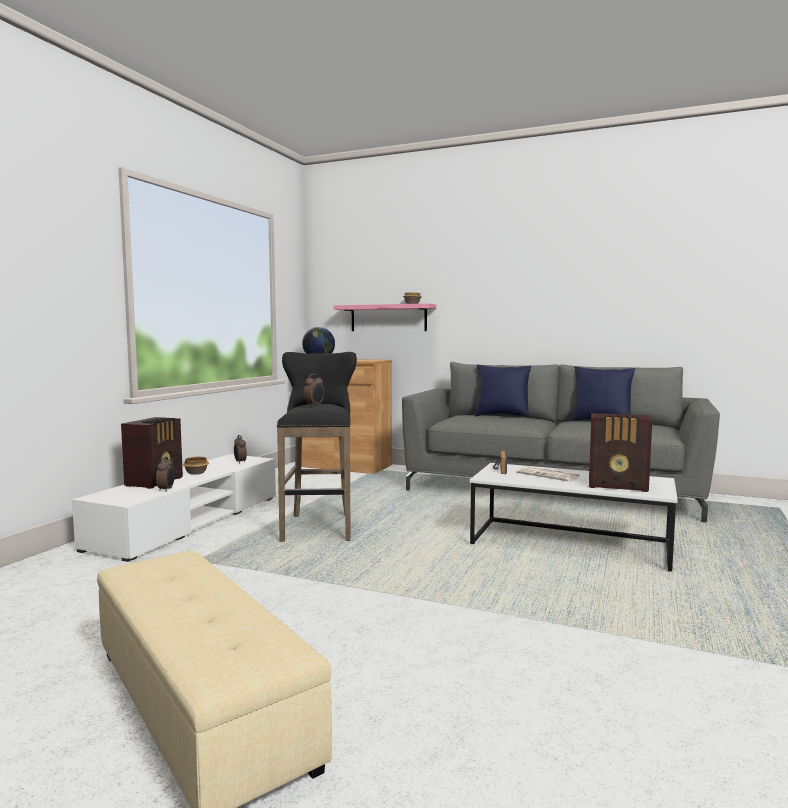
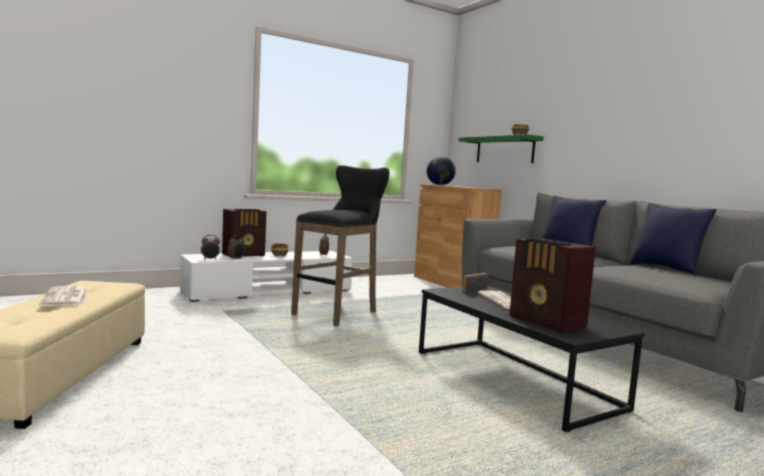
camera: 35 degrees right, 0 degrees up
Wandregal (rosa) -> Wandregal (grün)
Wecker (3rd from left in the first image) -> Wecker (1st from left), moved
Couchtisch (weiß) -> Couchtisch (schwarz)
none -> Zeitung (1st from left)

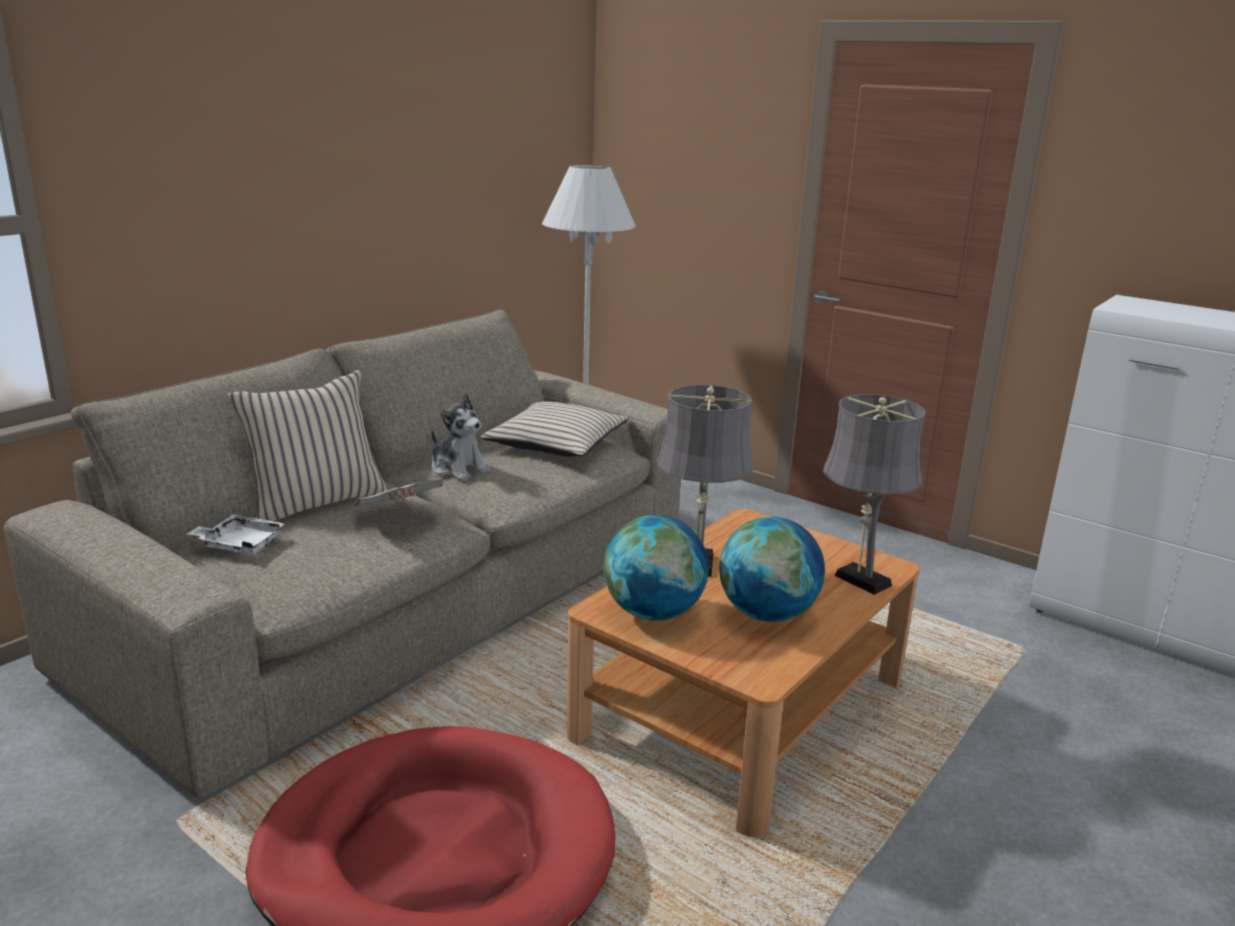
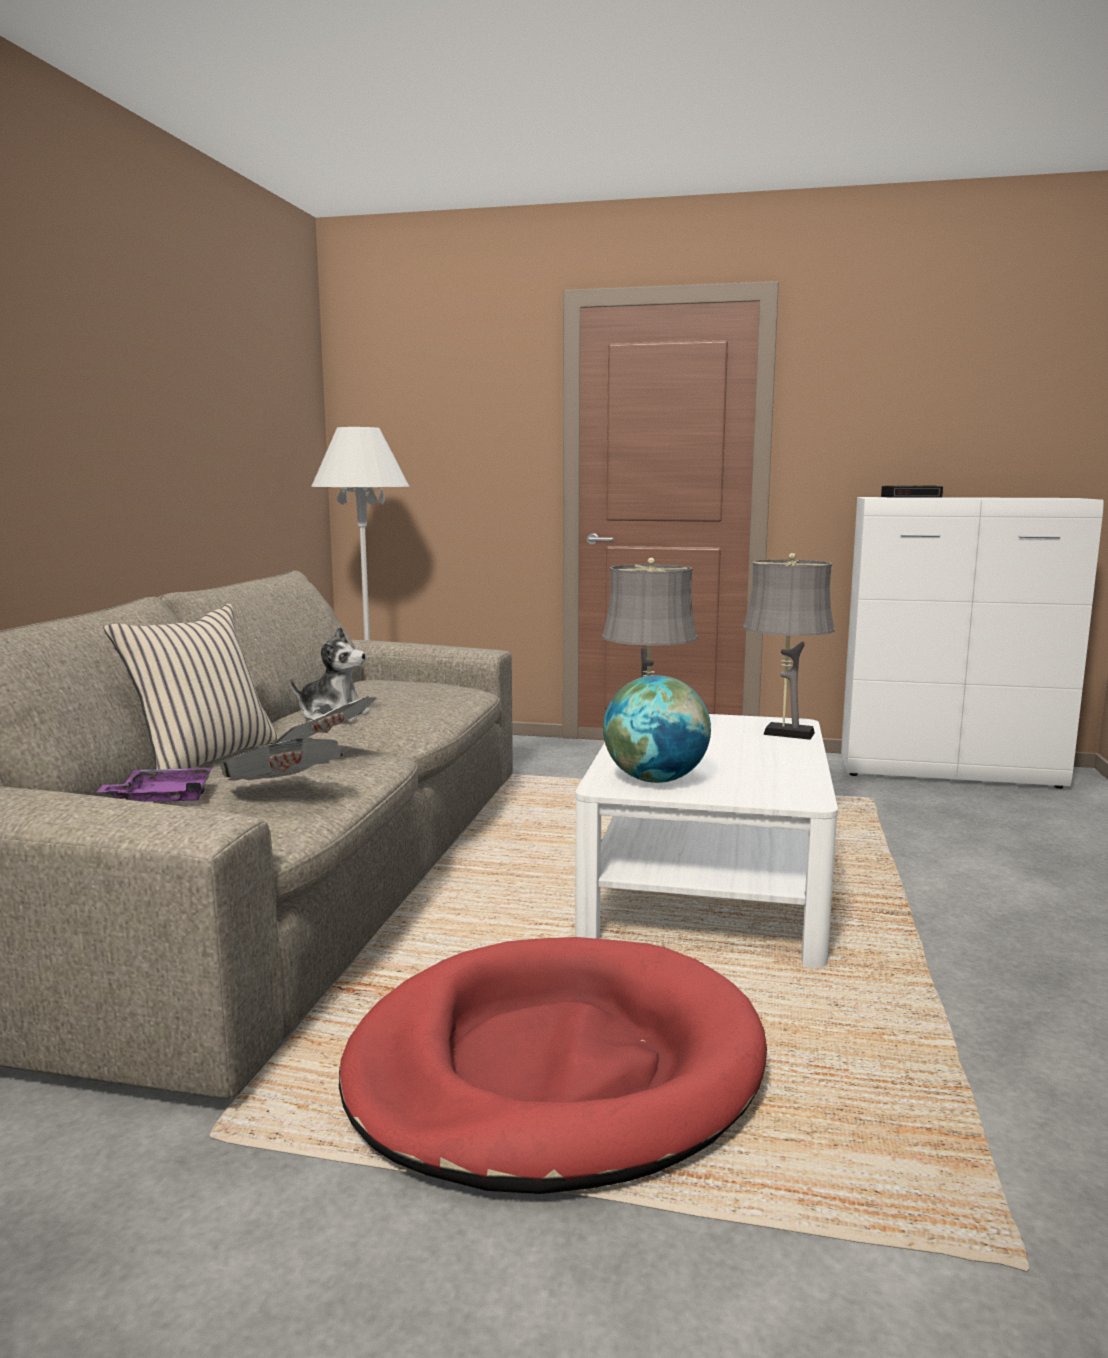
camera: 25 degrees left, 10 degrees down
Kissen (beige) (2nd from left) -> none
Couchtisch (braun) -> Couchtisch (weiß)
Tablett (weiß) -> Tablett (lila)
Globus (2nd from left) -> none
none -> Wecker
none -> Zeitung (1st from left)

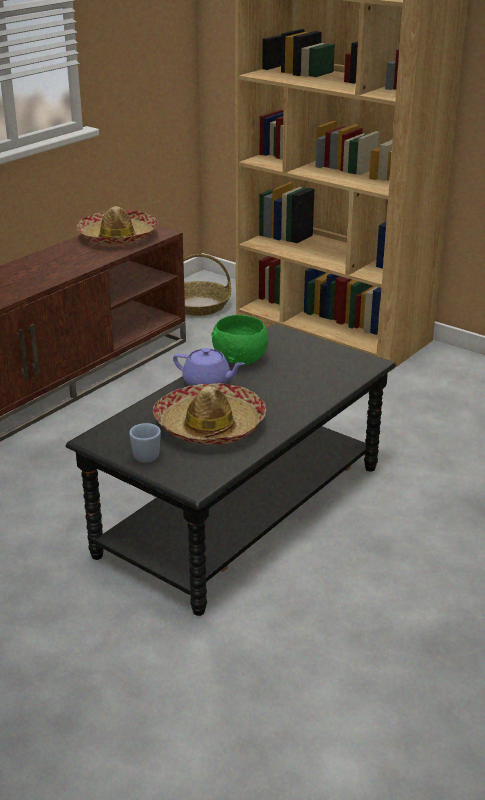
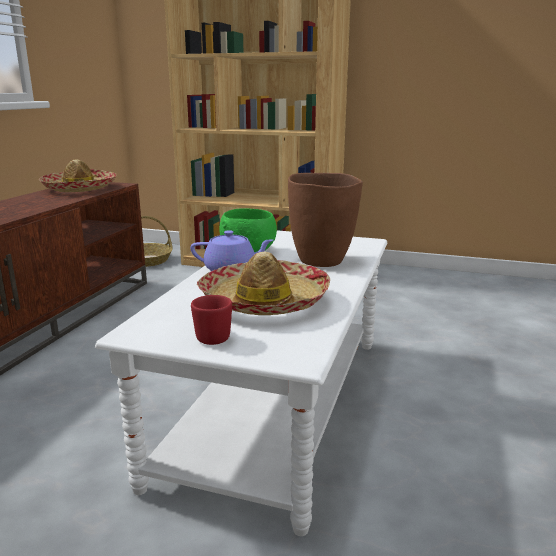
camera: 20 degrees left, 10 degrees down
Couchtisch (schwarz) -> Couchtisch (weiß)
Henkelbecher (blau) -> Henkelbecher (rot)
none -> Vase (braun)

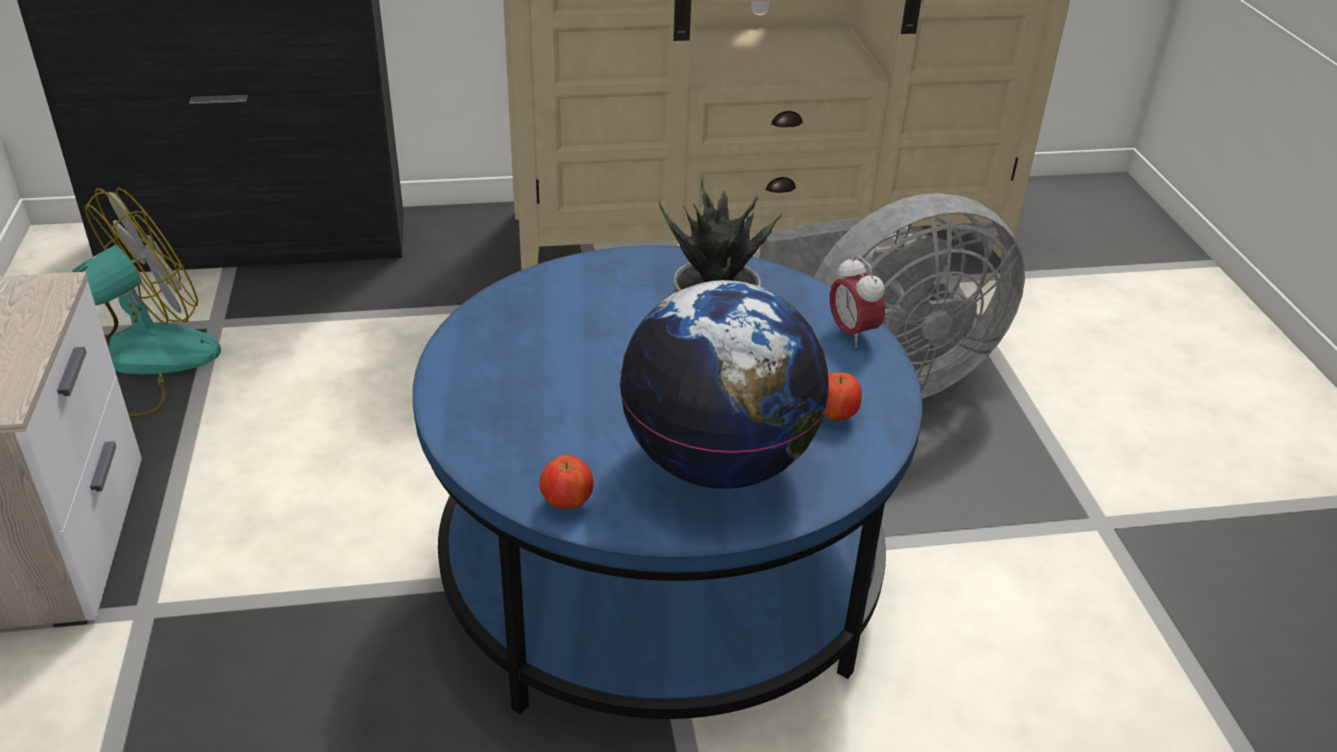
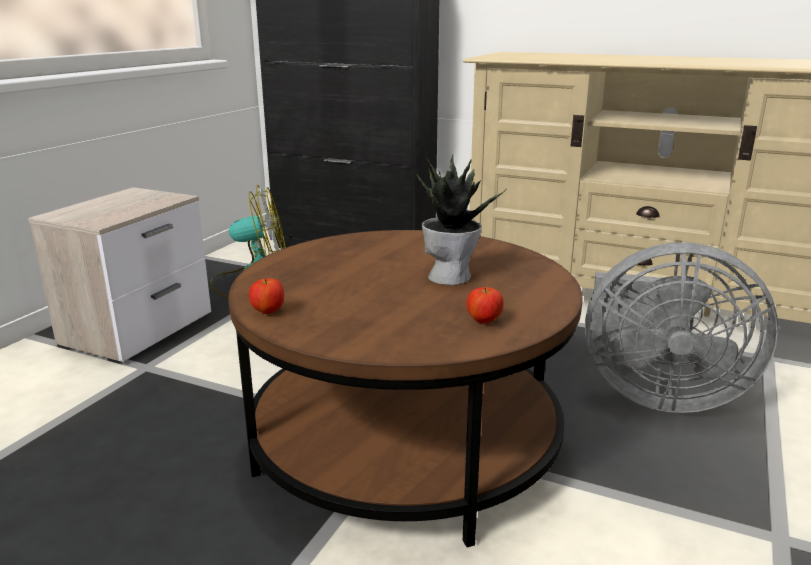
camera: 35 degrees right, 15 degrees down
Couchtisch (blau) -> Couchtisch (braun)
Wecker -> none
Globus -> none

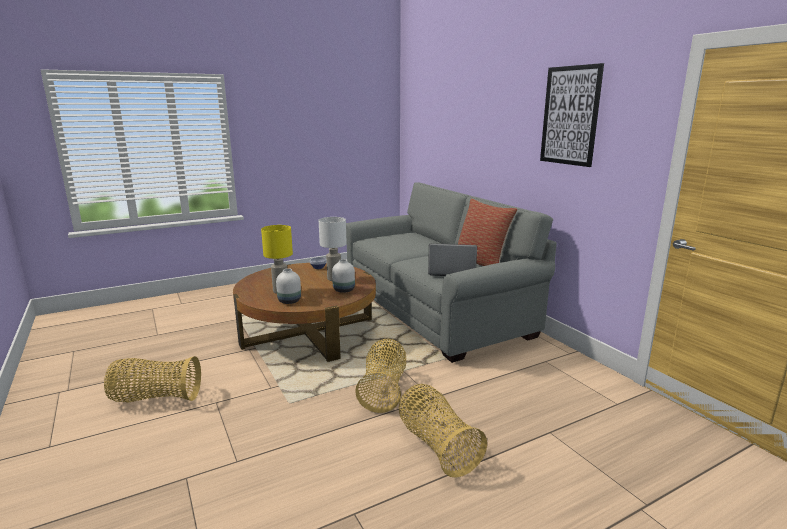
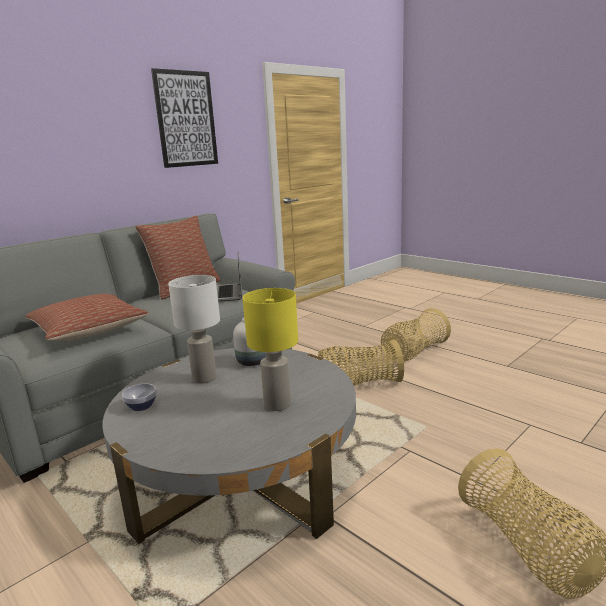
camera: 105 degrees left, 0 degrees up
Couchtisch (braun) -> Couchtisch (grau)
Vase (weiß) (1st from left) -> none
none -> Kissen (1st from left)

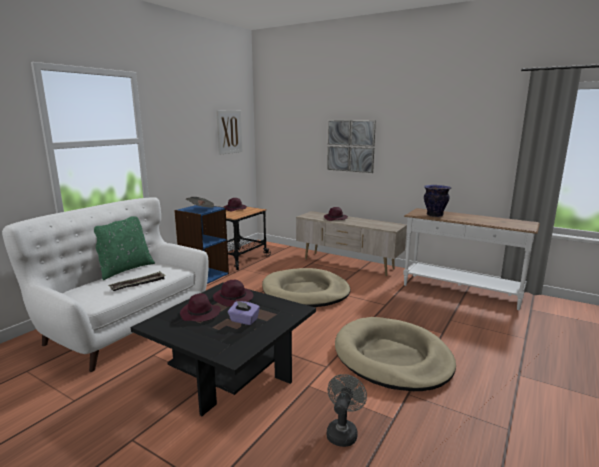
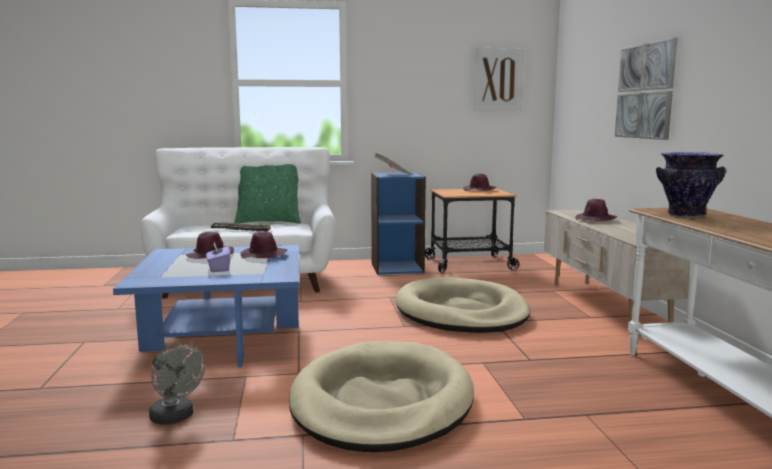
camera: 50 degrees right, 5 degrees down
Couchtisch (schwarz) -> Couchtisch (blau)
Ventilator (grau), 60 degrees clockwise

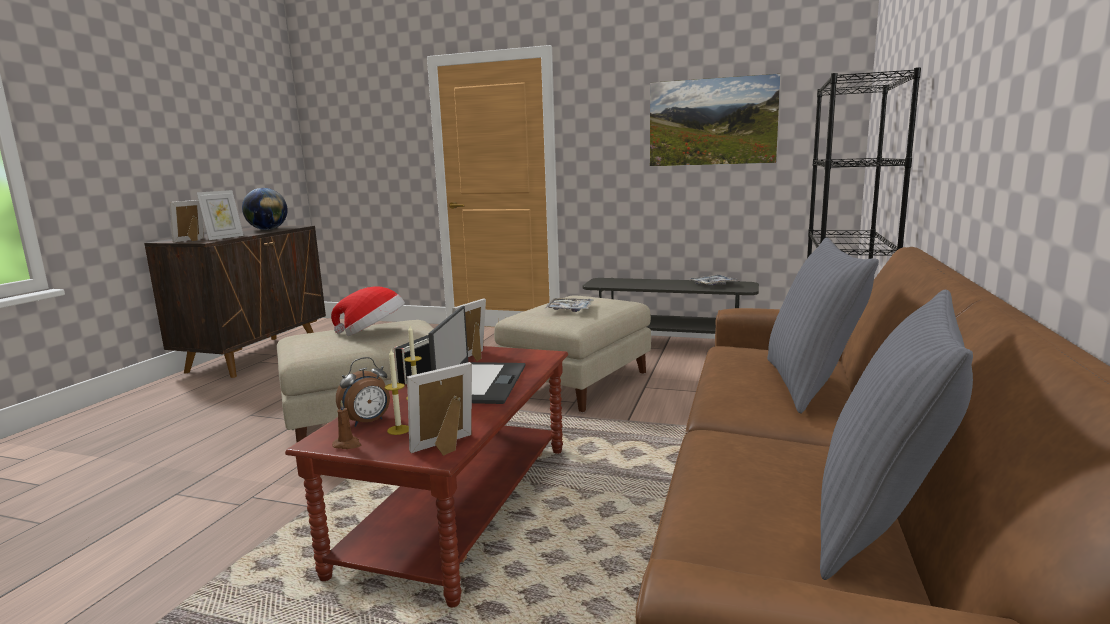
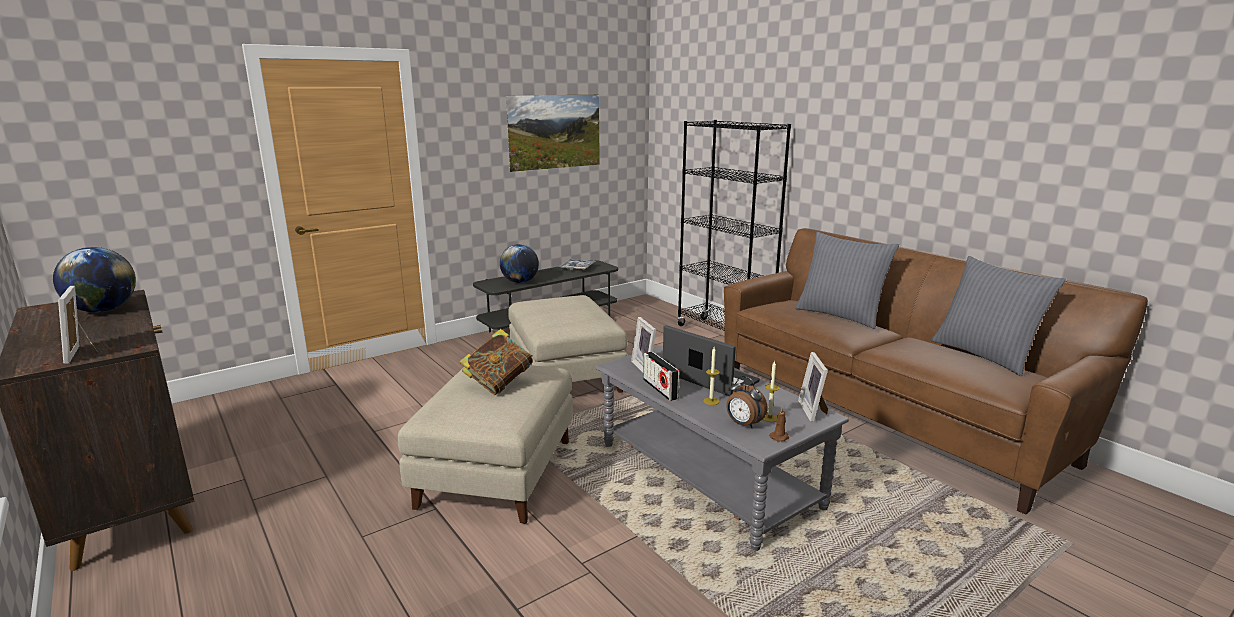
camera: 55 degrees left, 5 degrees up
Bilderrahmen (2nd from left) -> none
Hut -> Buch
Tablett (1st from left) -> none
Couchtisch (braun) -> Couchtisch (grau)
Wecker, 135 degrees clockwise
none -> Globus (2nd from left)

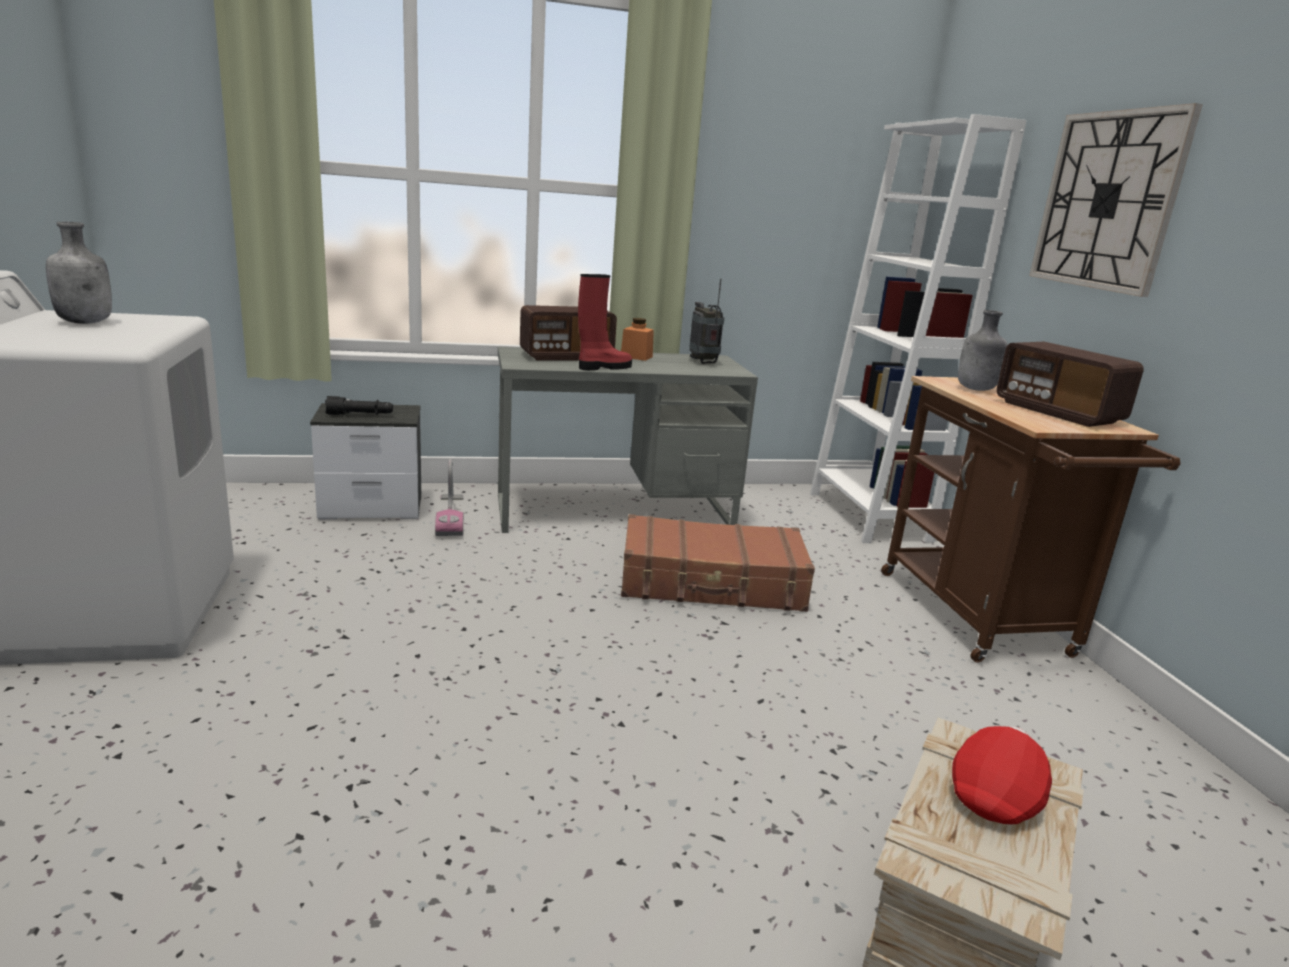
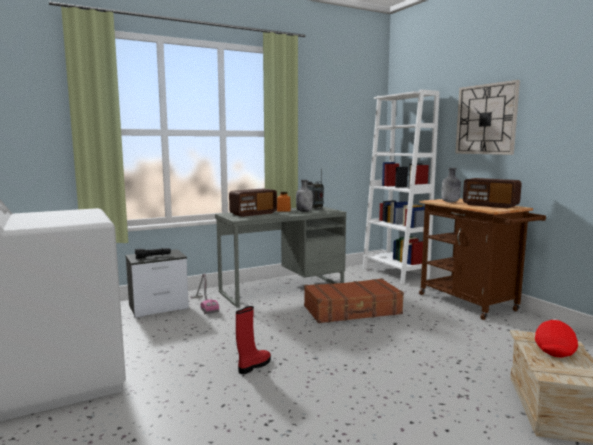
camera: 15 degrees left, 10 degrees down
Flasche (grau) (1st from left), moved
Stiefel (rot), moved

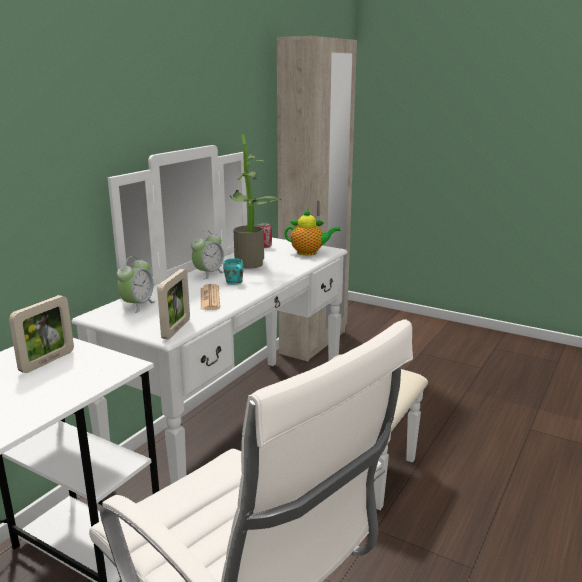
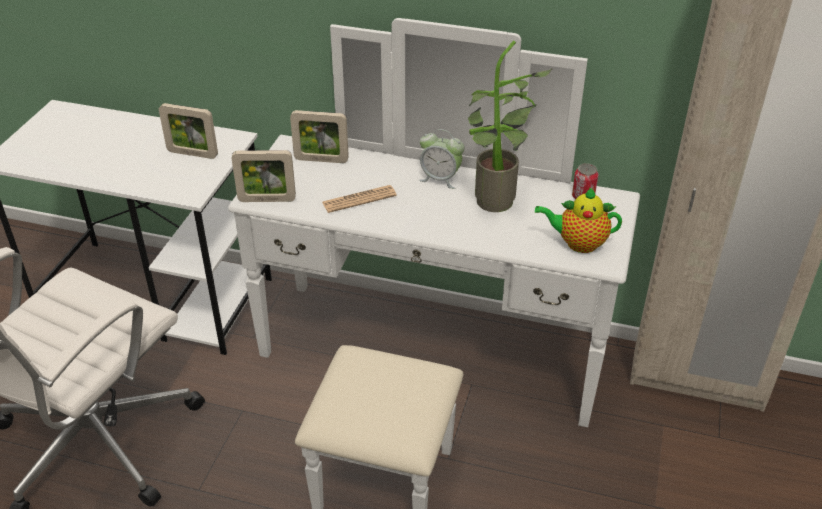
camera: 75 degrees right, 20 degrees up
Teekanne, 105 degrees clockwise
Wecker (1st from left) -> Bilderrahmen (3rd from left)
Henkelbecher (türkis) -> none

